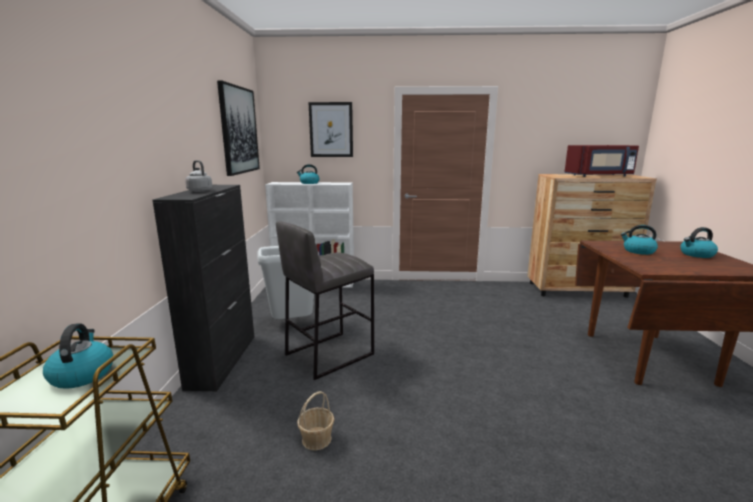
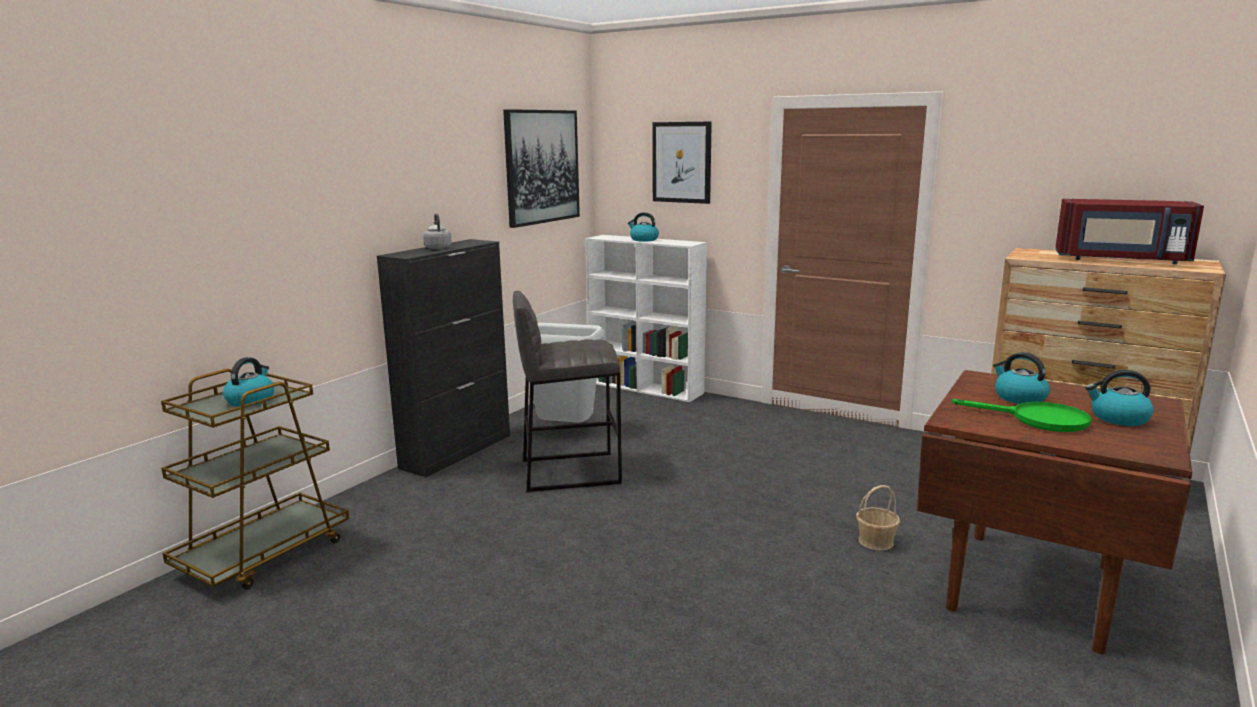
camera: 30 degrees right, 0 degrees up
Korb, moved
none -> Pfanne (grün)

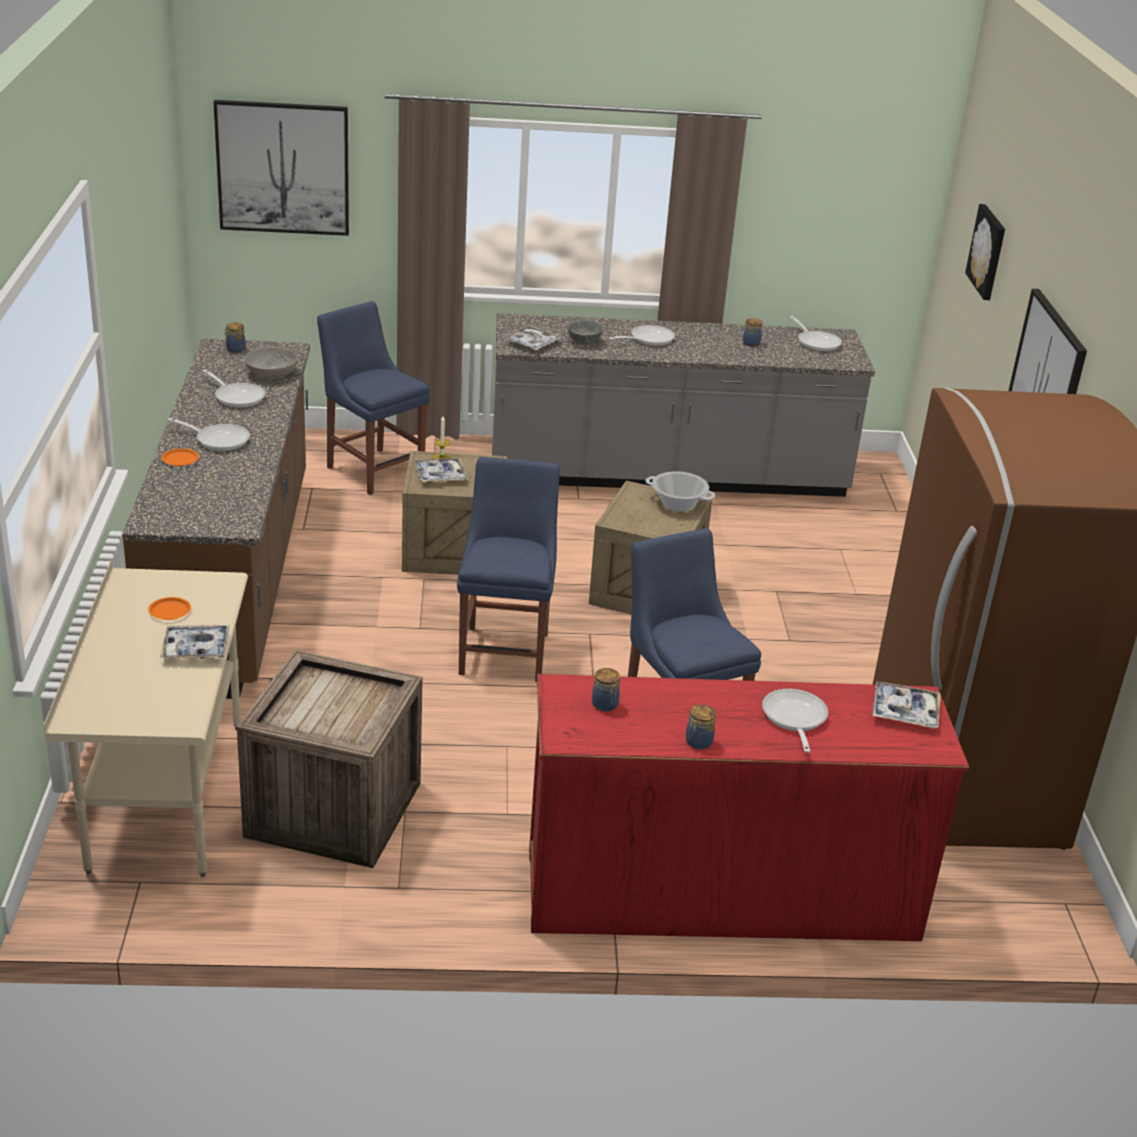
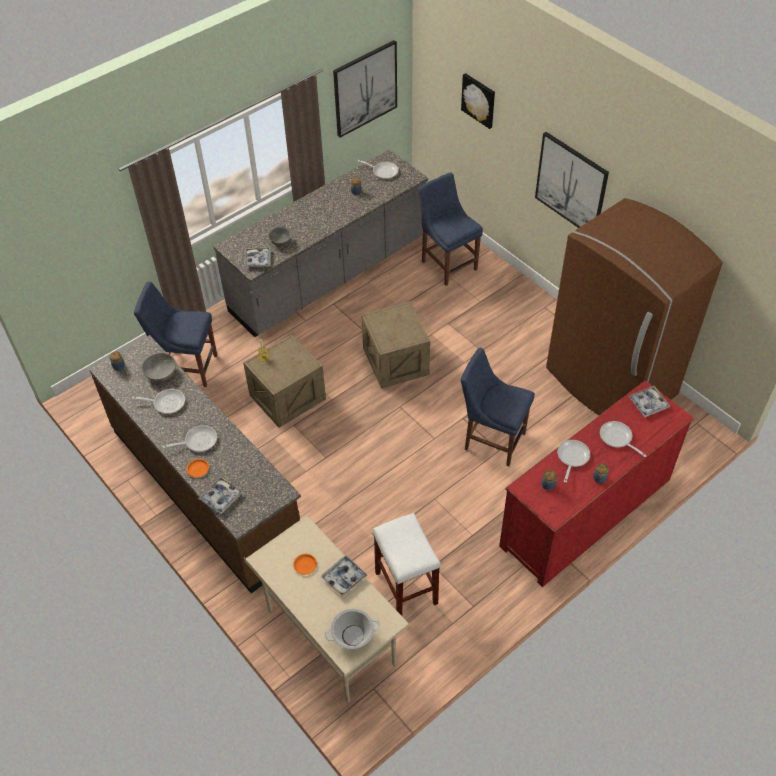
camera: 35 degrees left, 20 degrees up
Bild (1st from left), moved
Pfanne (3rd from left in the first image) -> Pfanne (4th from left), moved
Stuhl (blau) (2nd from left), moved
Tablett (2nd from left in the first image) -> Tablett (1st from left), moved
Kochtopf, moved
Kiste (1st from left) -> Hocker (weiß)

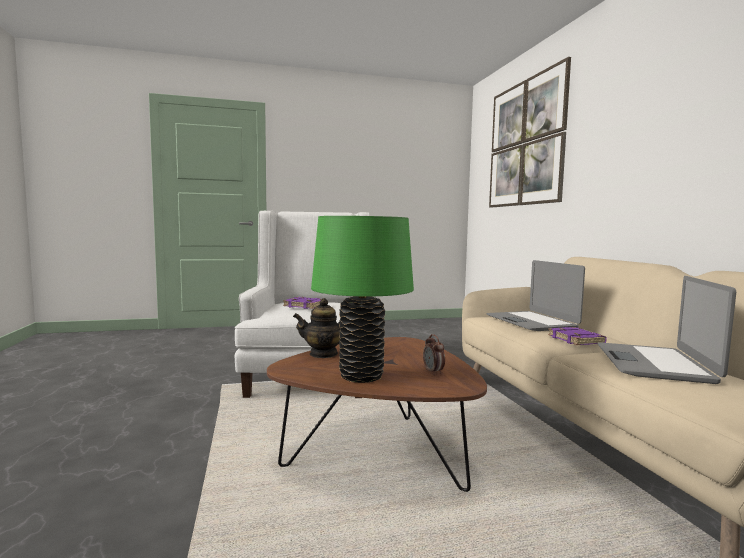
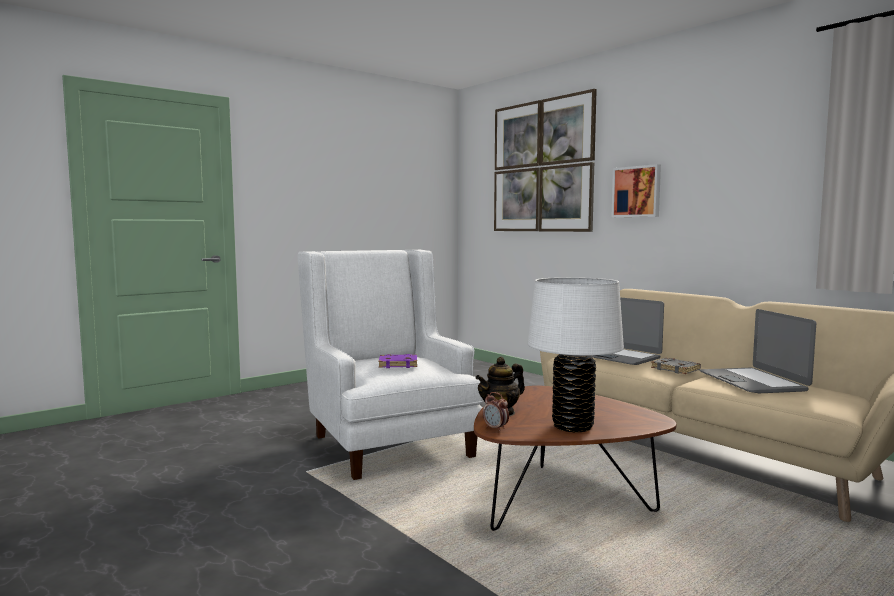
camera: 25 degrees left, 0 degrees up
Tischlampe (grün) -> Tischlampe (weiß)
Buch (lila) (2nd from left) -> Buch (grau)
Wecker, moved
none -> Bild (2nd from left)

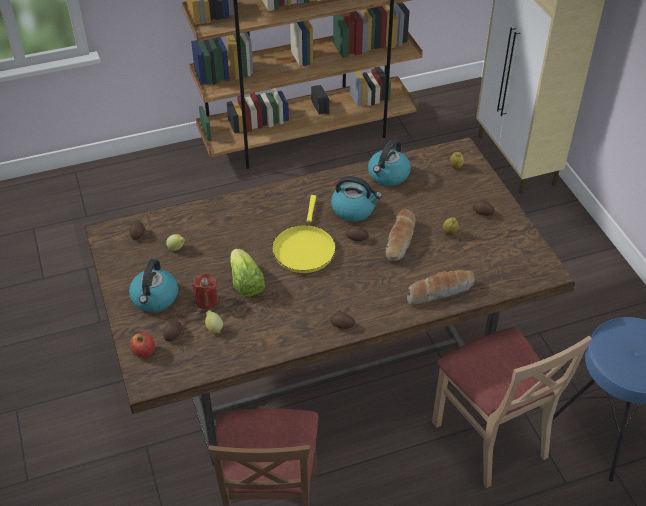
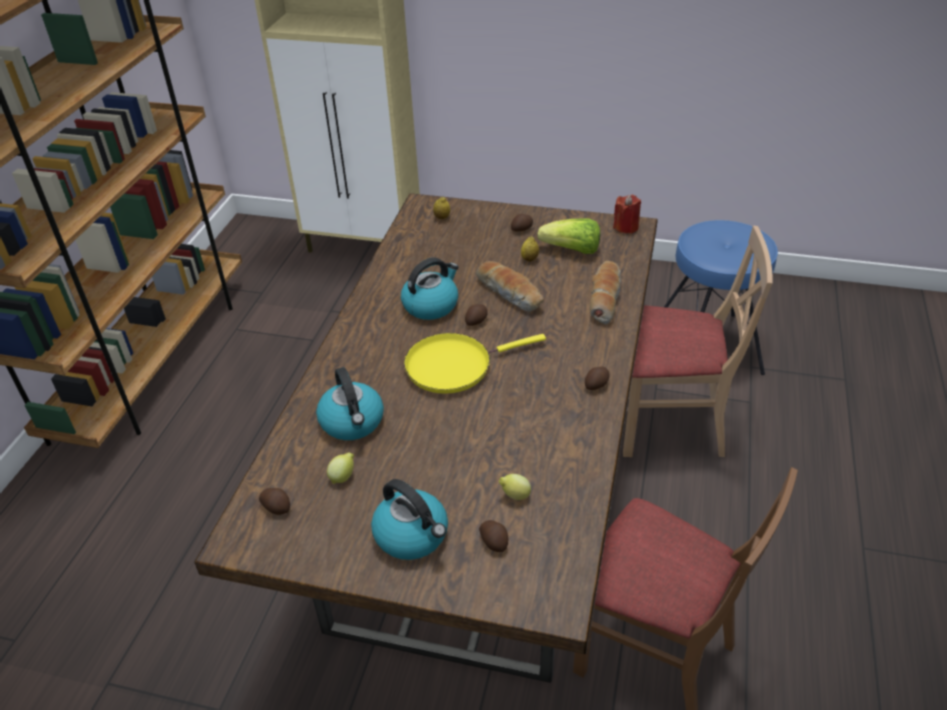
camera: 55 degrees left, 5 degrees down
Wasserkessel (3rd from left in the first image) -> Wasserkessel (1st from left), moved
Pfanne (gelb), 120 degrees clockwise
Salatkopf, moved
Kerze (rot), moved
Apfel -> none

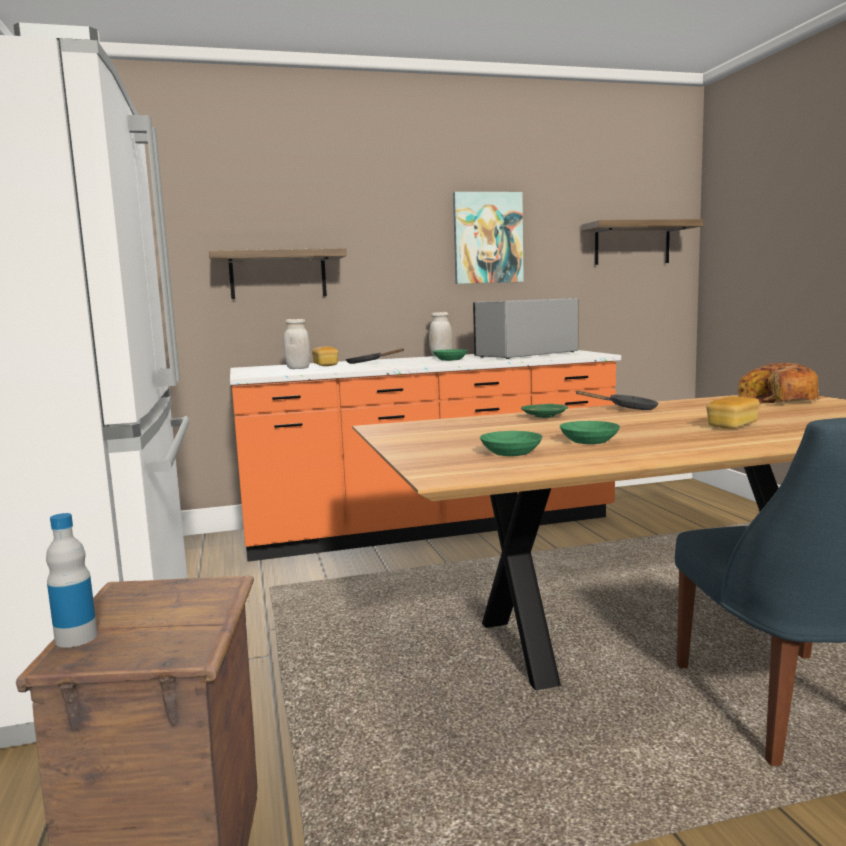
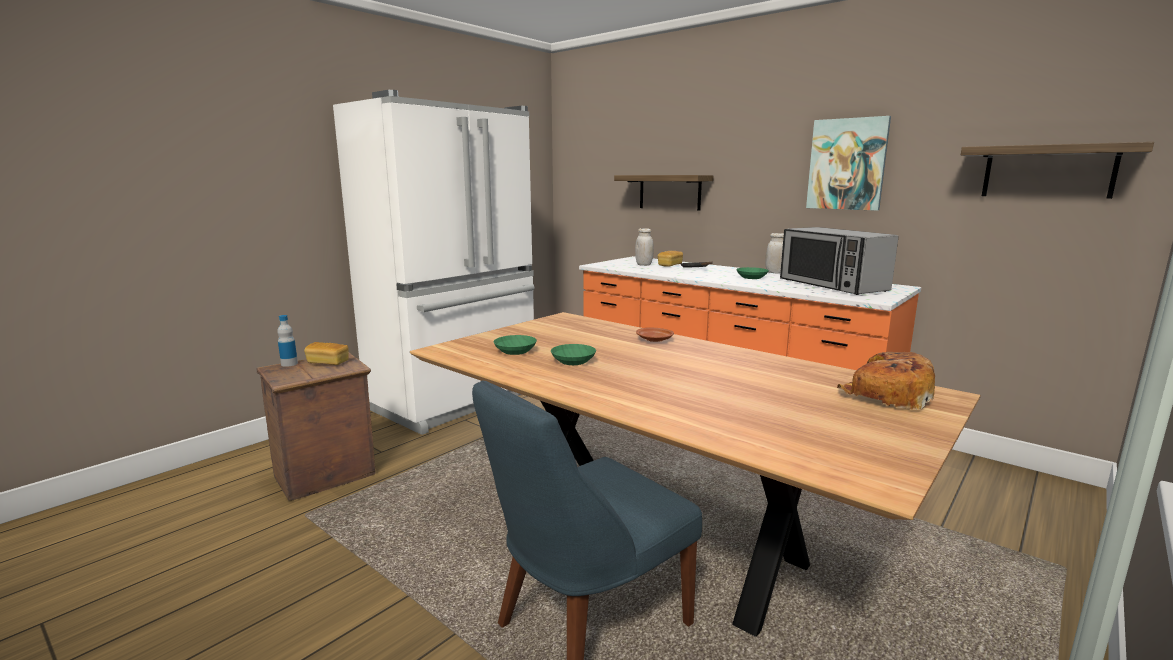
camera: 55 degrees right, 5 degrees up
Mikrowelle, 135 degrees counterclockwise
Pfanne (schwarz) (2nd from left) -> none
Brot (2nd from left in the first image) -> Brot (1st from left), moved
Teller (grün) -> Teller (braun)

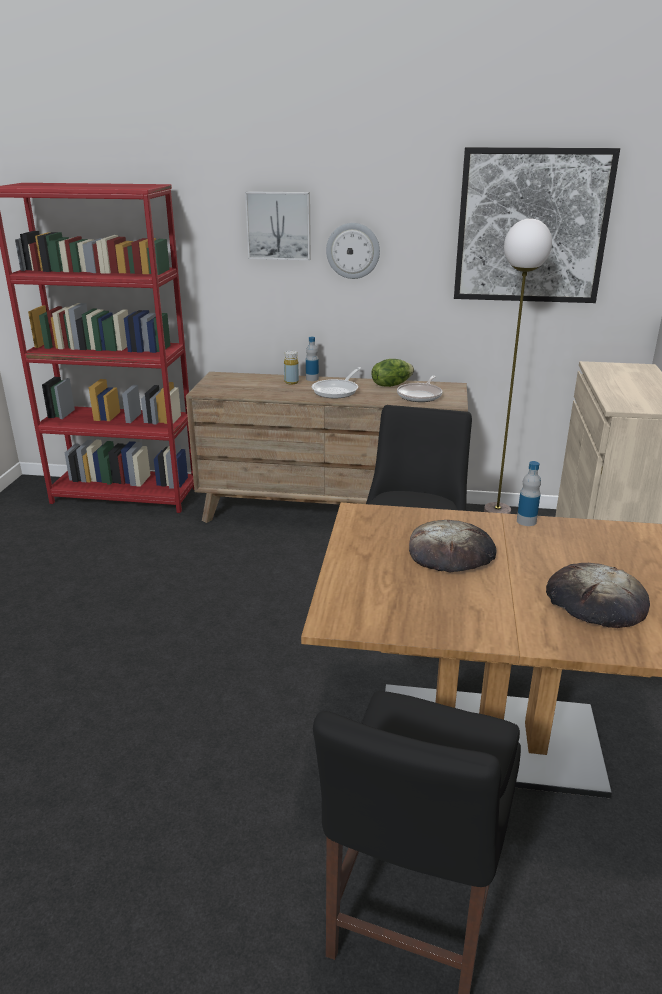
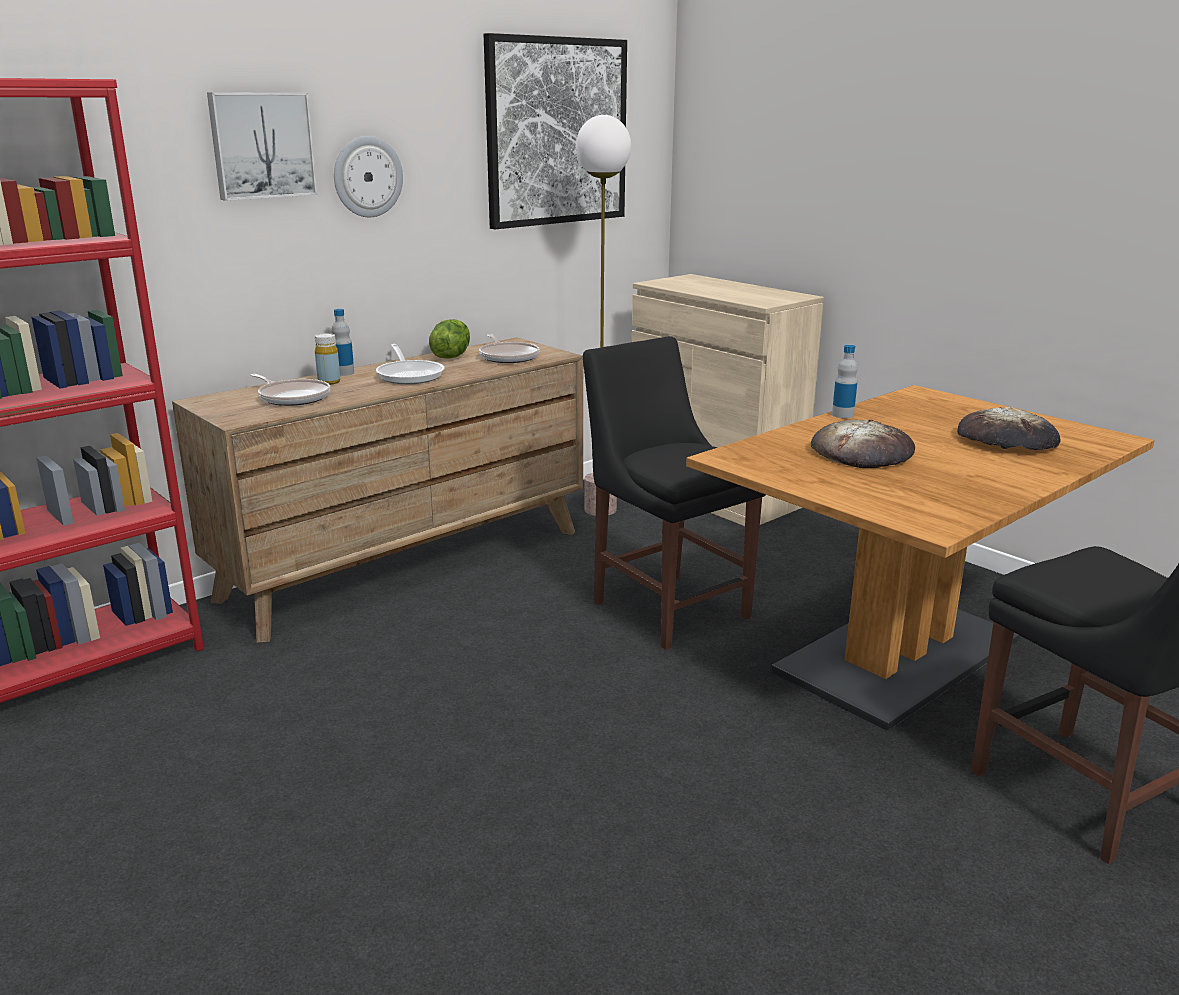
camera: 50 degrees left, 5 degrees down
none -> Pfanne (1st from left)

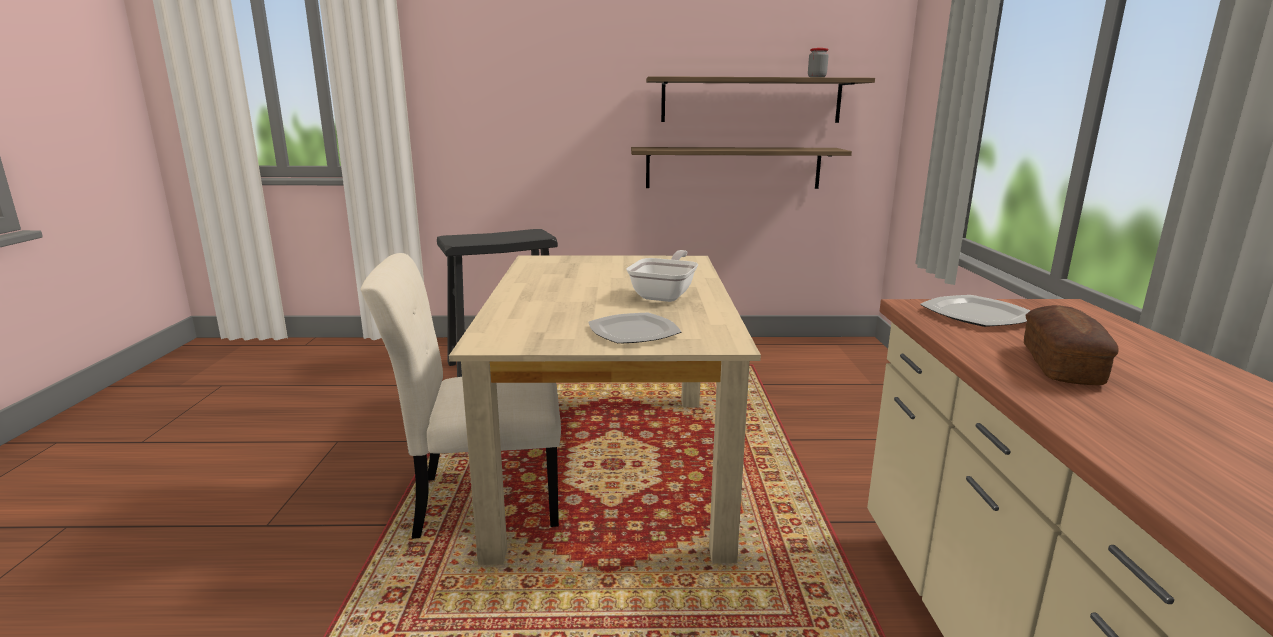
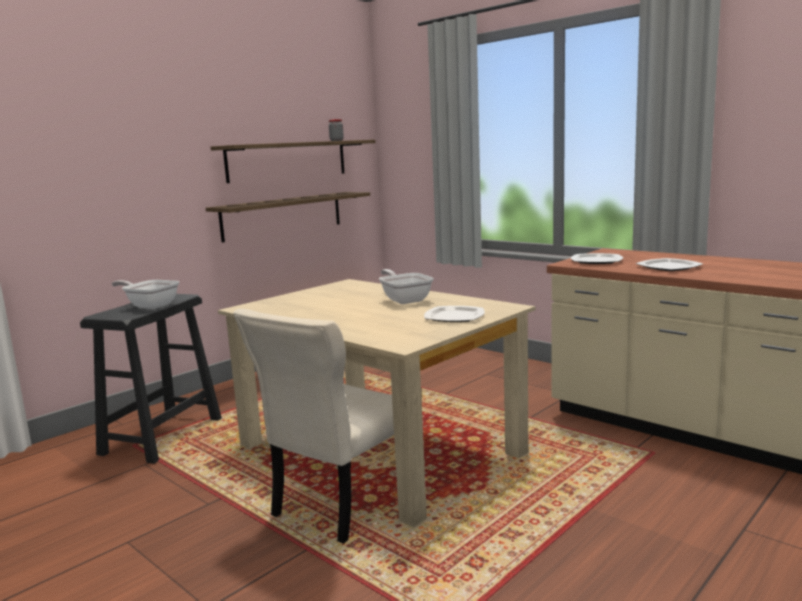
camera: 45 degrees left, 5 degrees down
Brot -> Teller (3rd from left)
none -> Pfanne (1st from left)

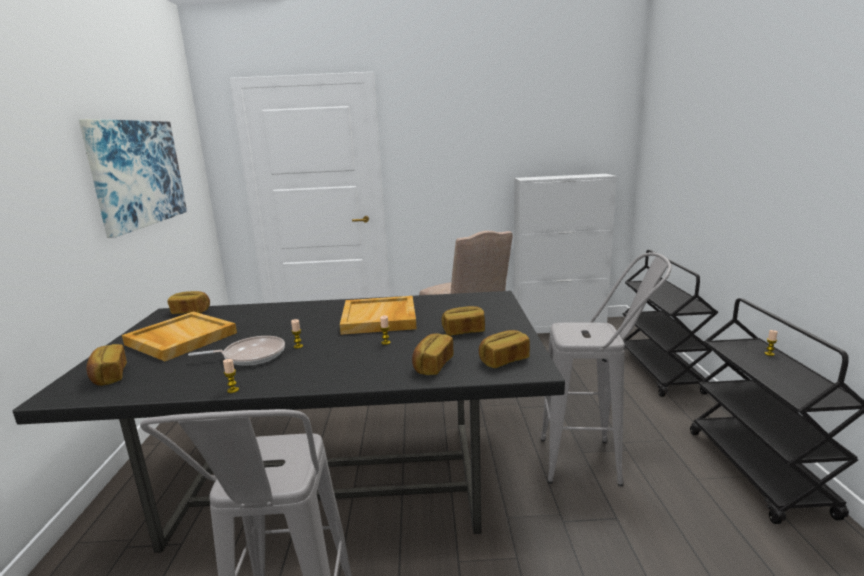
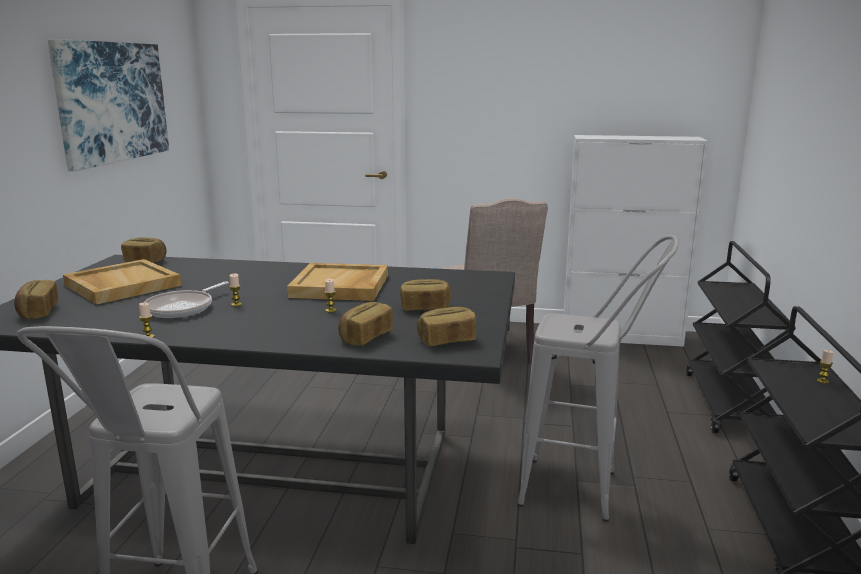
camera: 10 degrees right, 0 degrees up
Pfanne, 120 degrees clockwise

